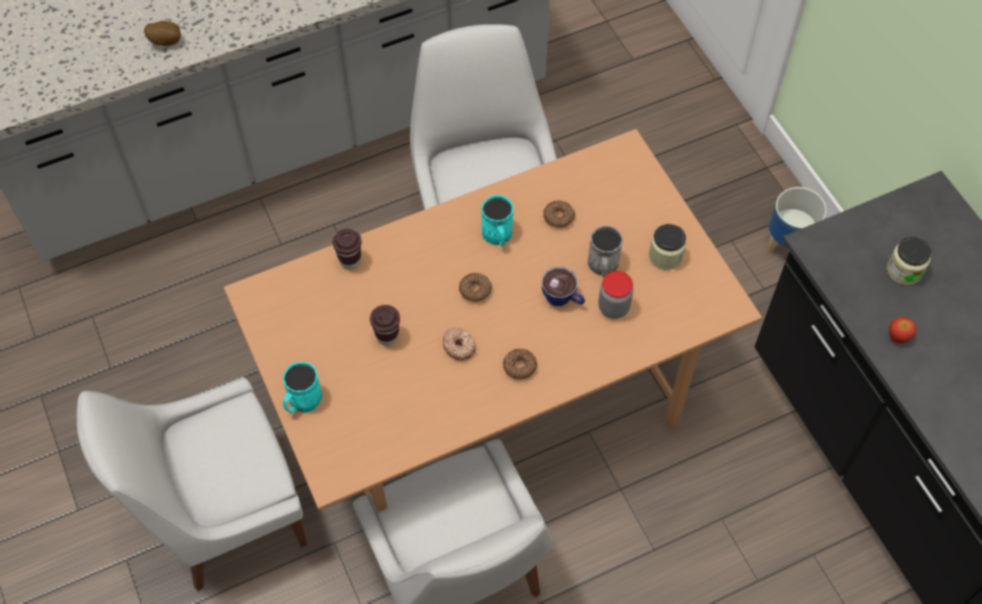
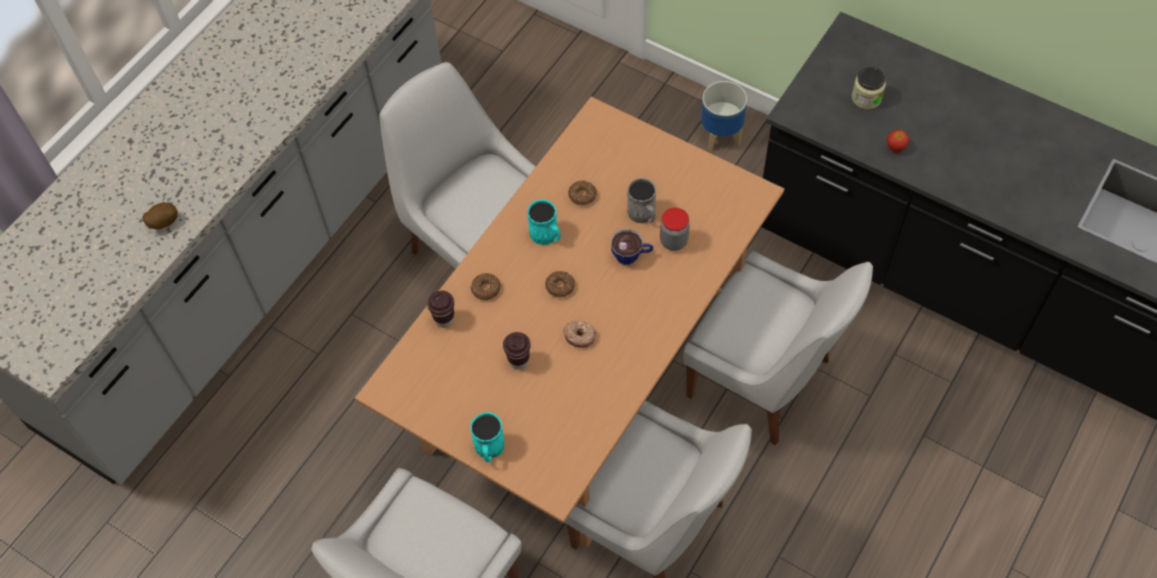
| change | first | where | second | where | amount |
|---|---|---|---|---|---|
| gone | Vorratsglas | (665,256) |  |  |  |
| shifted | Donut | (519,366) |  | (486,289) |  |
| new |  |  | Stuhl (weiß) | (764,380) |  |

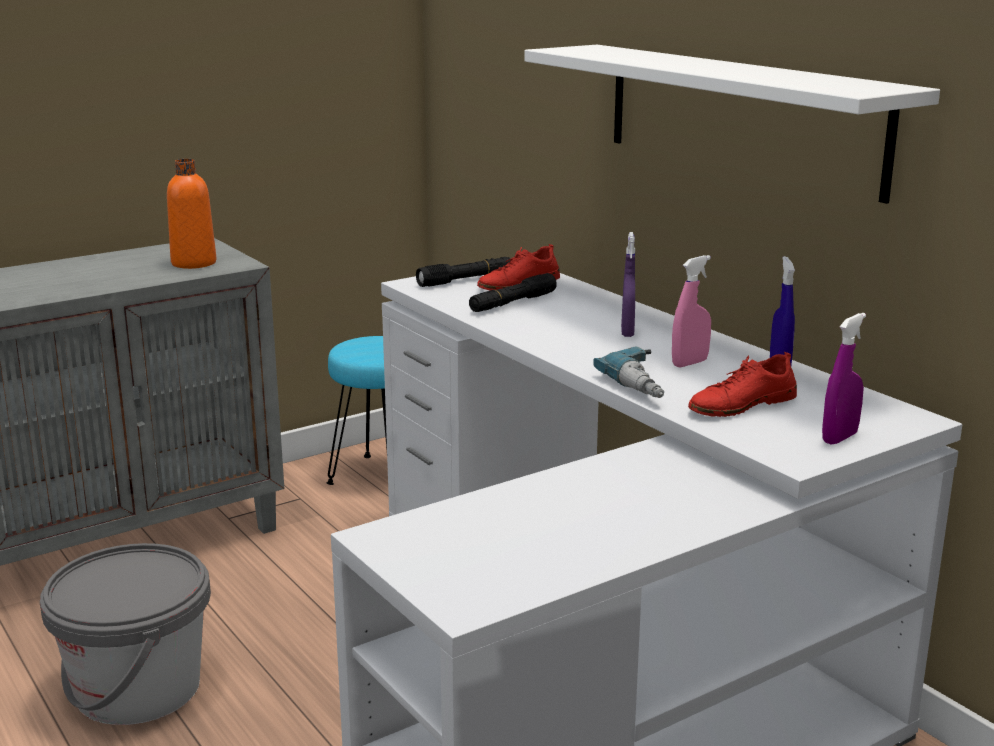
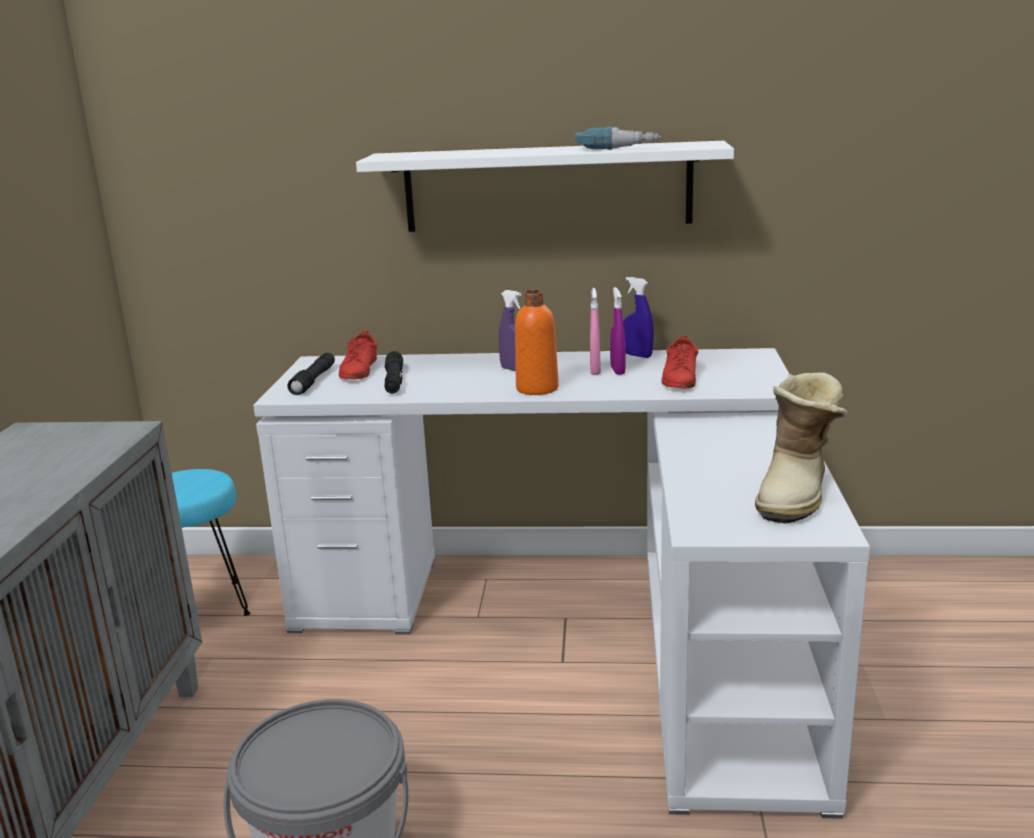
| change | first | where | second | where | amount |
|---|---|---|---|---|---|
| shifted | Flasche (orange) | (194,263) |  | (537,389) |  |
| shifted | Sprühflasche (lila) | (839,438) |  | (617,370) |  |
| shifted | Bohrmaschine | (647,385) |  | (616,148) |  |
| new |  |  | Stiefel | (798,494) |  |

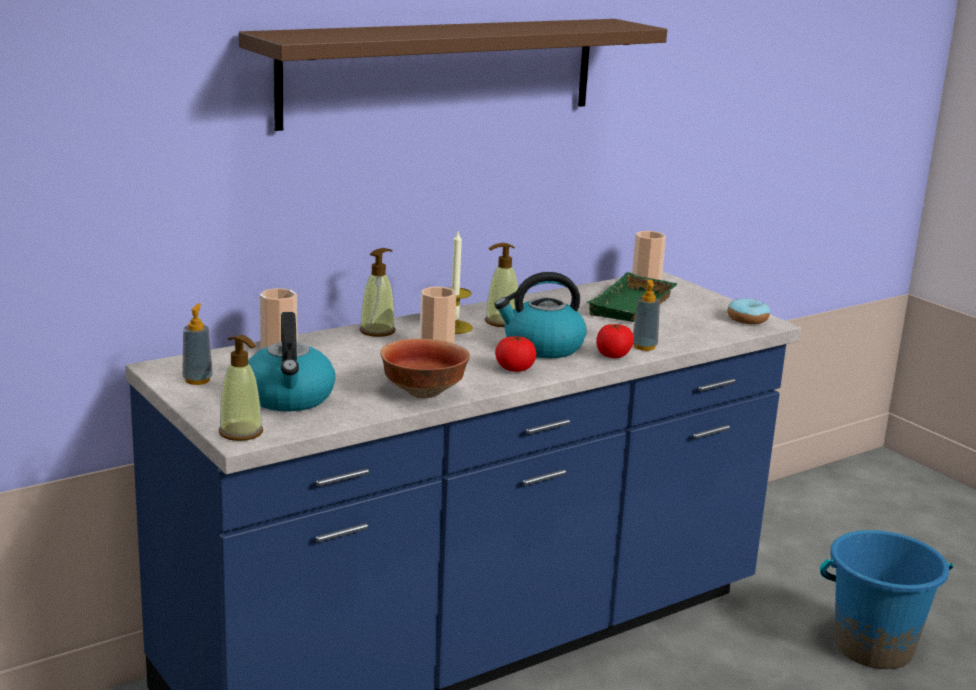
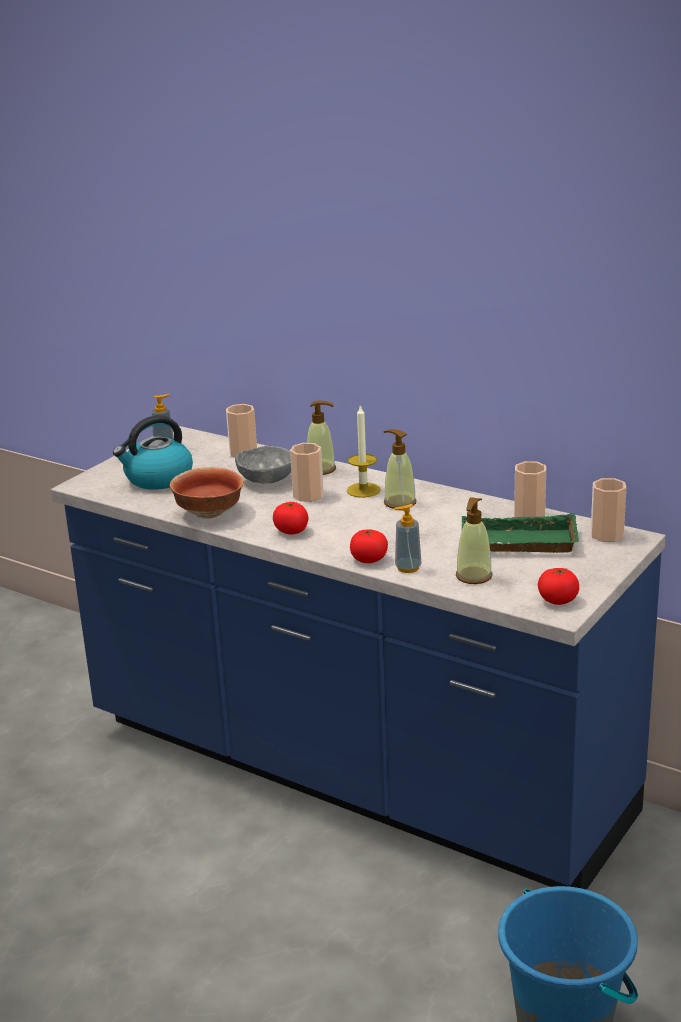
| change | first | where | second | where | amount |
|---|---|---|---|---|---|
| gone | Wandregal (braun) | (442,71) |  |  |  |
| gone | Wasserkessel | (542,347) |  |  |  |
| swapped | Donut | (747,319) | Tomate | (557,600) |  |
| shifted | Seifenspender | (241,433) |  | (473,576) |  |
| new |  |  | Schüssel (grau) | (266,480) |  |
| new |  |  | Tasse | (529,516) |  |

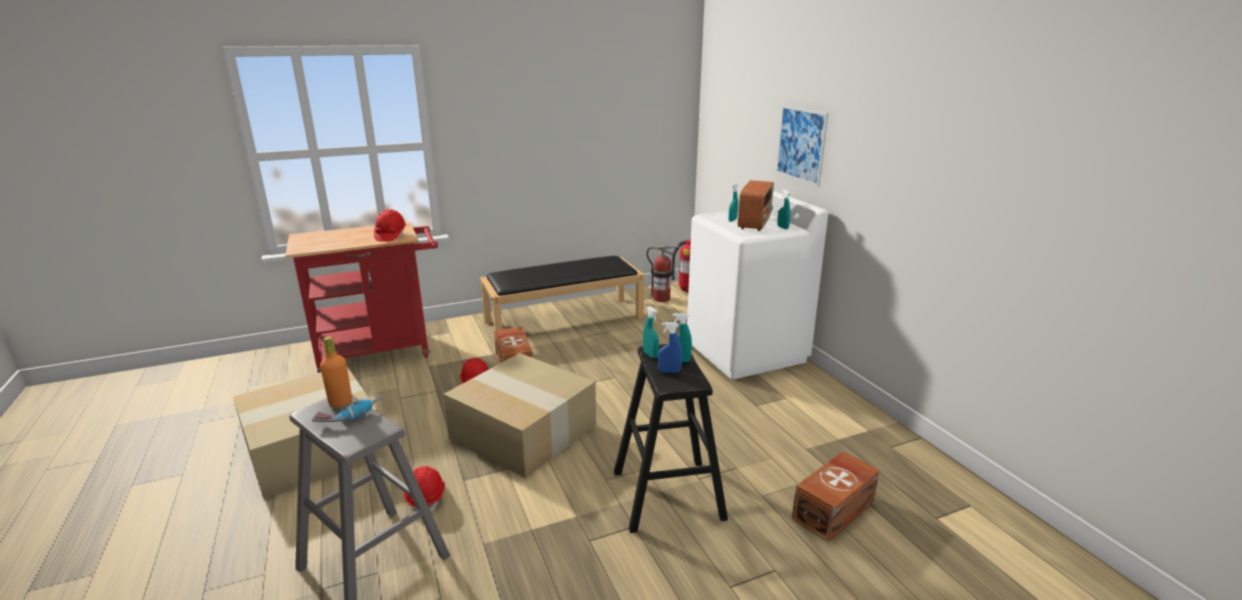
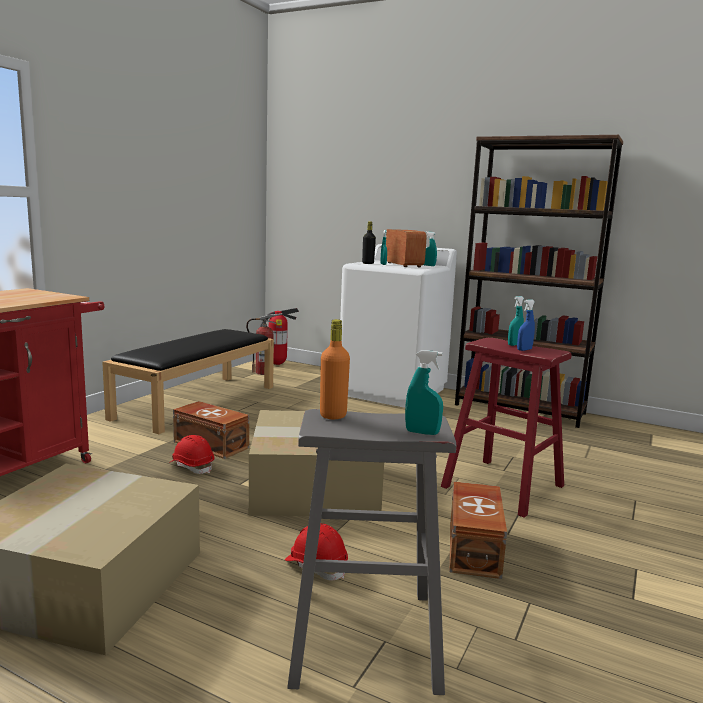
| change | first | where | second | where | amount |
|---|---|---|---|---|---|
| gone | Bild | (801,144) |  |  |  |
| gone | Schutzhelm (rot) | (390,236) |  |  |  |
| shifted | Sprühflasche (türkis) | (650,355) |  | (422,432) |  |
| repainted | Hocker (schwarz) | (668,494) | Hocker (rot) | (503,486) |  |
| gone | Bohrmaschine | (350,416) |  |  |  |
| shifted | Aufbewahrungsbox (braun) | (835,510) |  | (475,547) |  |
| new |  |  | Bücherregal (braun) | (520,409) |  |
| new |  |  | Flasche (schwarz) | (368,263) |  |

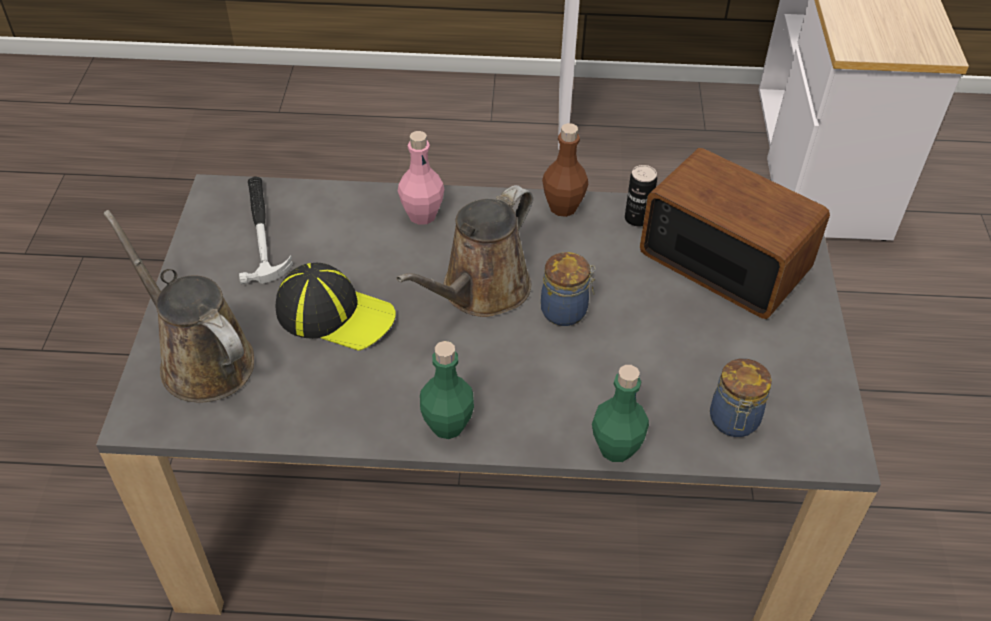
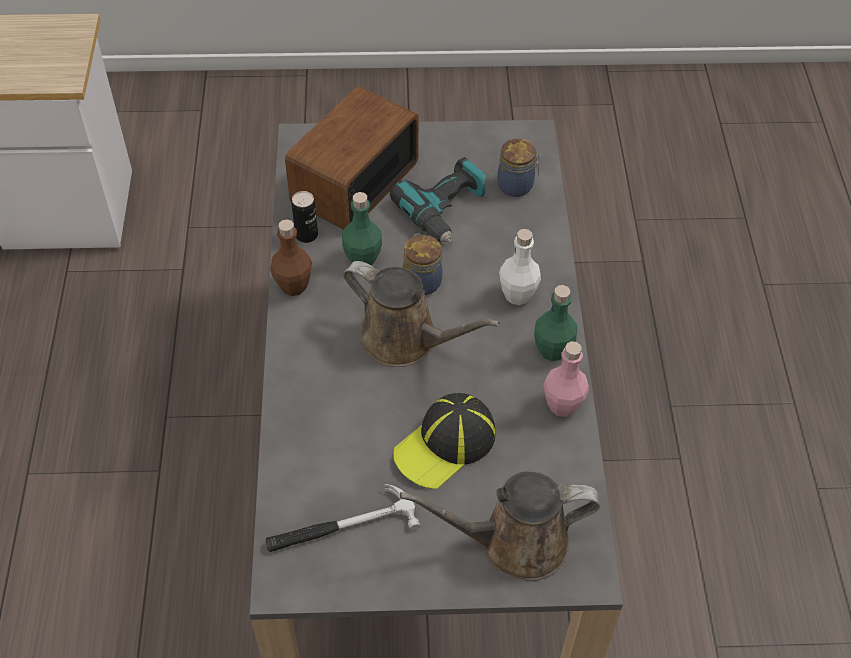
| change | first | where | second | where | amount |
|---|---|---|---|---|---|
| shifted | Flasche (rosa) | (422,215) |  | (562,405) |  |
| rotated | Gießkanne (braun) | (201,359) |  | (514,542) | 45 degrees clockwise |
| rotated | Kappe | (335,314) |  | (445,444) | 150 degrees counterclockwise |
| shifted | Flasche (grün) | (616,448) |  | (362,259) |  |
| new |  |  | Bohrmaschine | (446,210) |  |
| new |  |  | Flasche (weiß) | (517,295) |  |

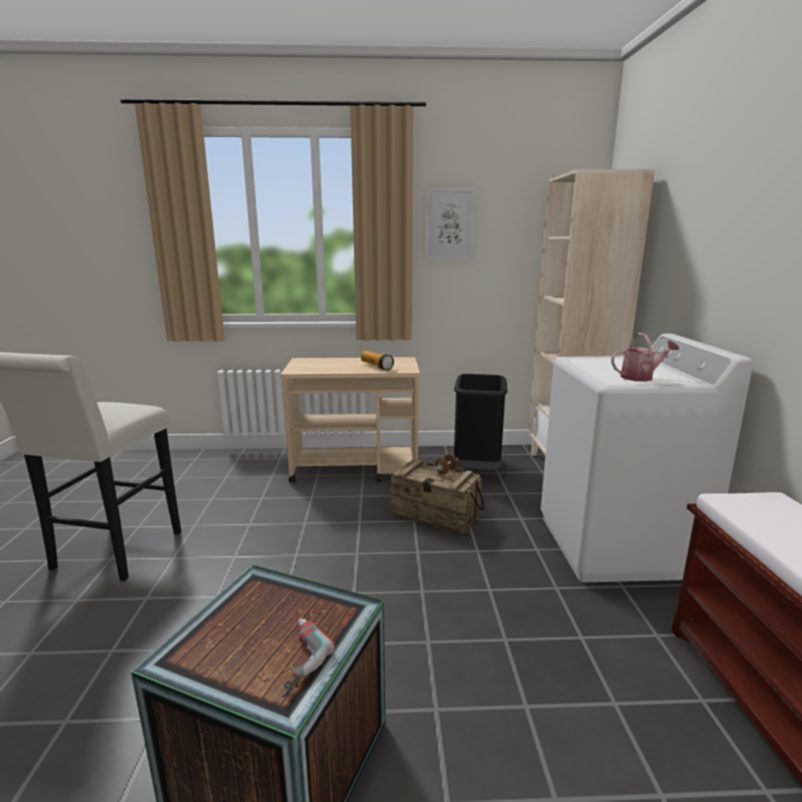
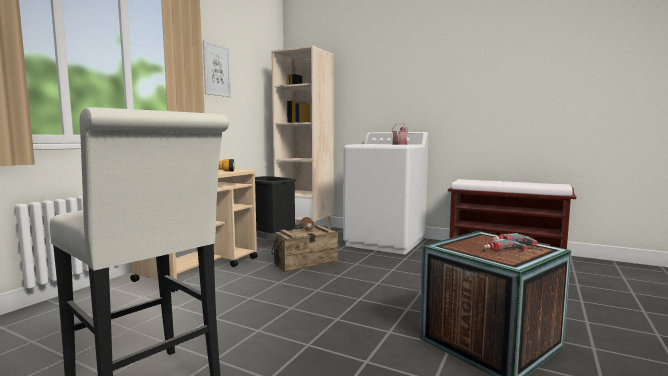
| change | first | where | second | where | amount |
|---|---|---|---|---|---|
| new |  |  | Bohrmaschine | (511,252) |  |

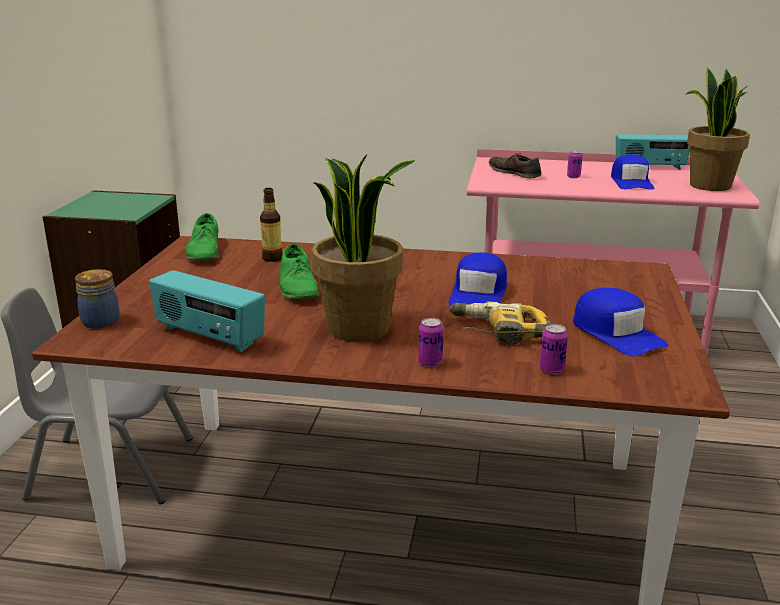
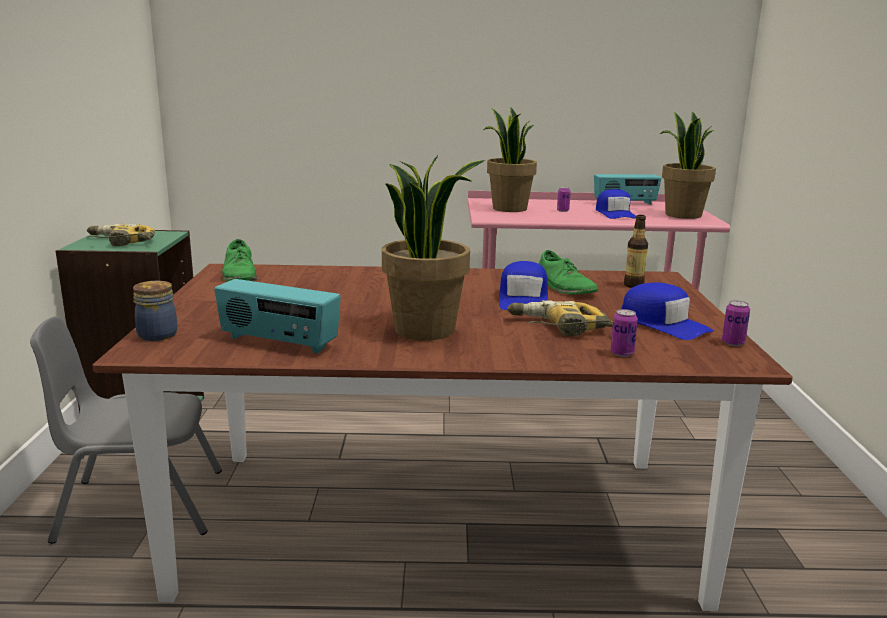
| change | first | where | second | where | amount |
|---|---|---|---|---|---|
| swapped | Schuh (braun) | (514,173) | Topfpflanze | (508,209) |  |
| shifted | Flasche | (272,258) |  | (633,285) |  |
| shifted | Schuh (grün) | (298,287) |  | (564,287) |  |
| shifted | Dose | (430,363) |  | (733,343) |  |
| new |  |  | Bohrmaschine | (119,242) |  |

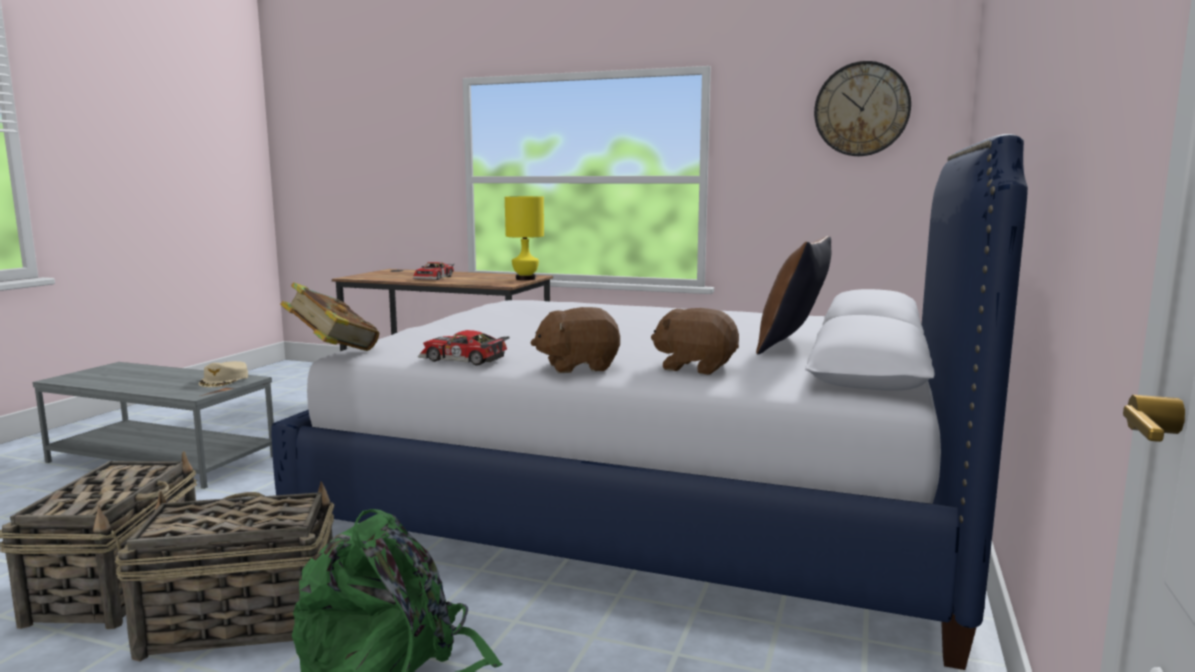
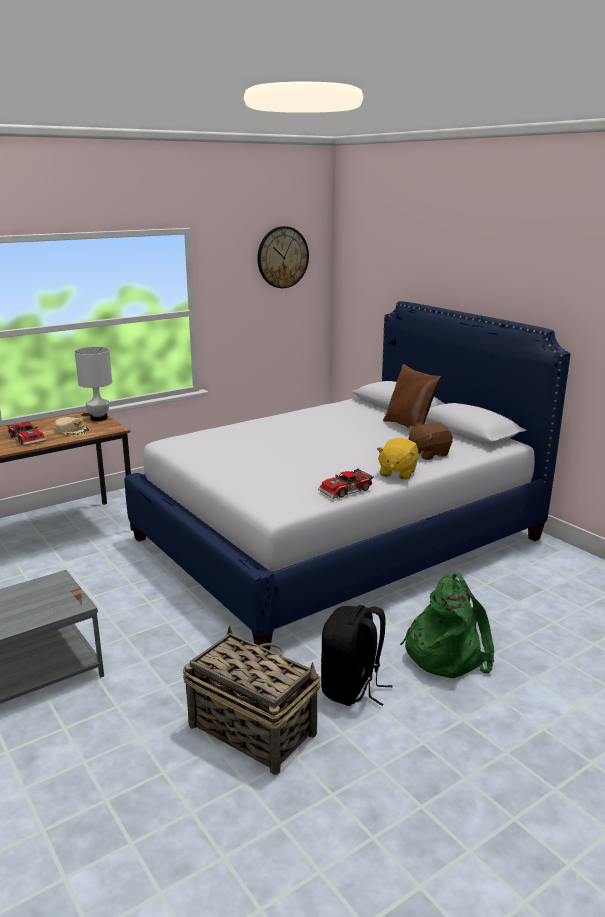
| change | first | where | second | where | amount |
|---|---|---|---|---|---|
| repainted | Tischlampe (gelb) | (525,279) | Tischlampe (weiß) | (98,418) |  |
| gone | Buch | (332,351) |  |  |  |
| repainted | Plüschtier (braun) | (578,367) | Plüschtier (gelb) | (397,472) |  |
| shifted | Kappe (beige) | (224,380) |  | (72,430) |  |
| swapped | Korb | (239,623) | Rucksack (schwarz) | (352,688) |  |

